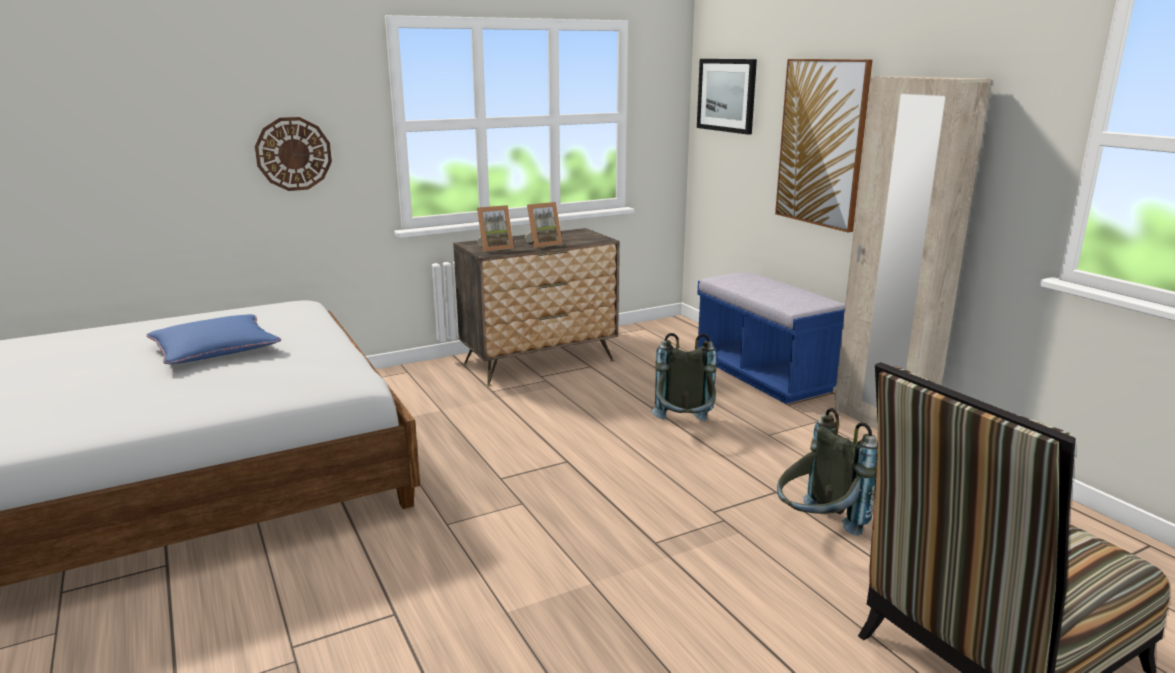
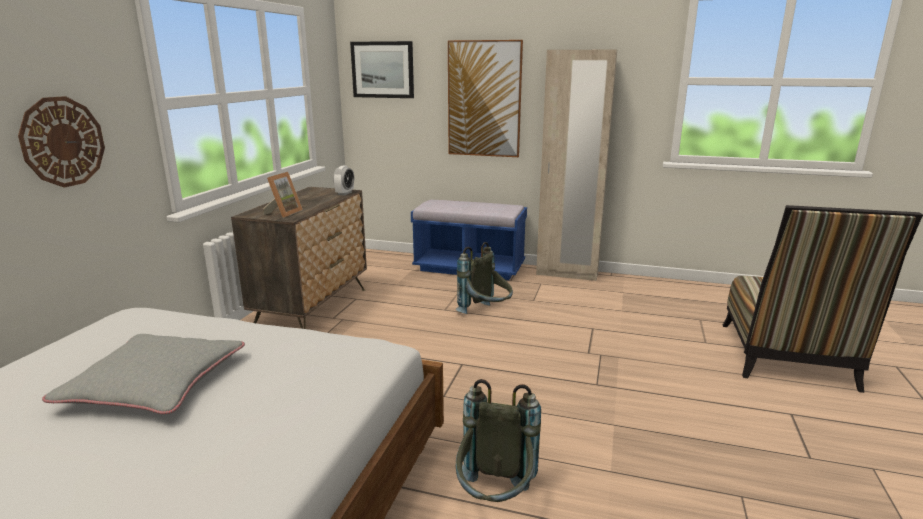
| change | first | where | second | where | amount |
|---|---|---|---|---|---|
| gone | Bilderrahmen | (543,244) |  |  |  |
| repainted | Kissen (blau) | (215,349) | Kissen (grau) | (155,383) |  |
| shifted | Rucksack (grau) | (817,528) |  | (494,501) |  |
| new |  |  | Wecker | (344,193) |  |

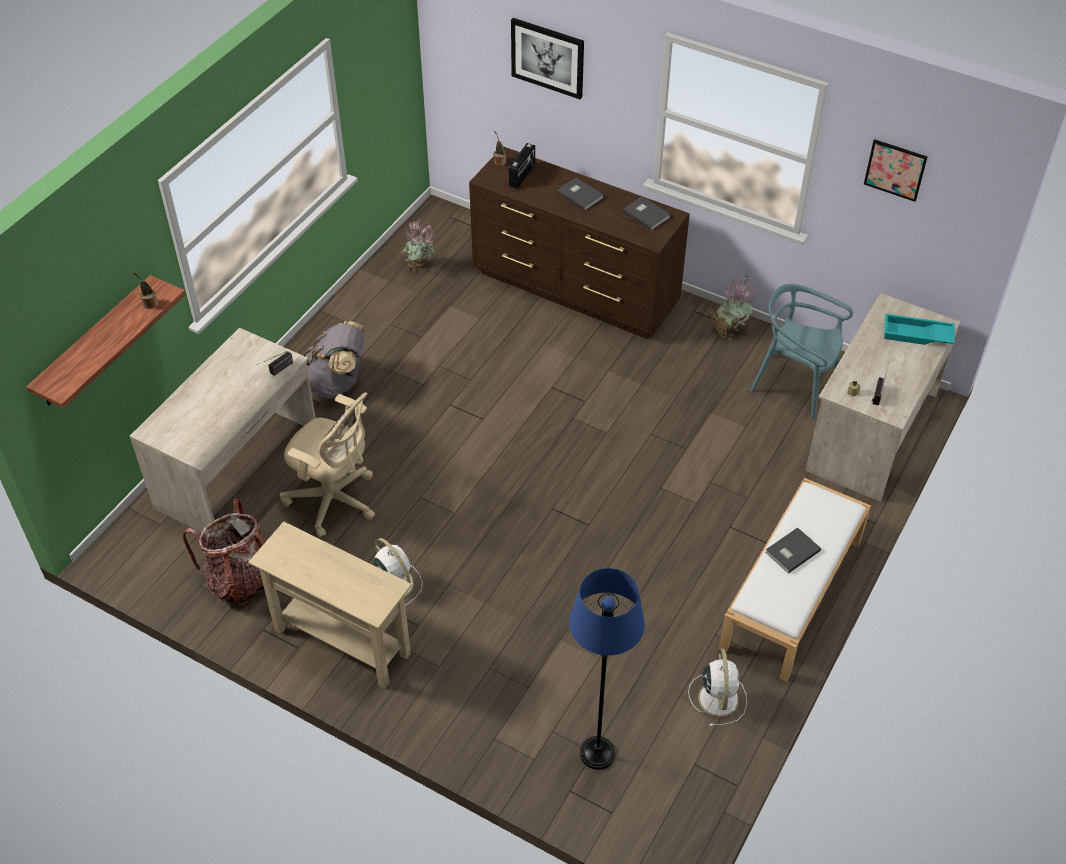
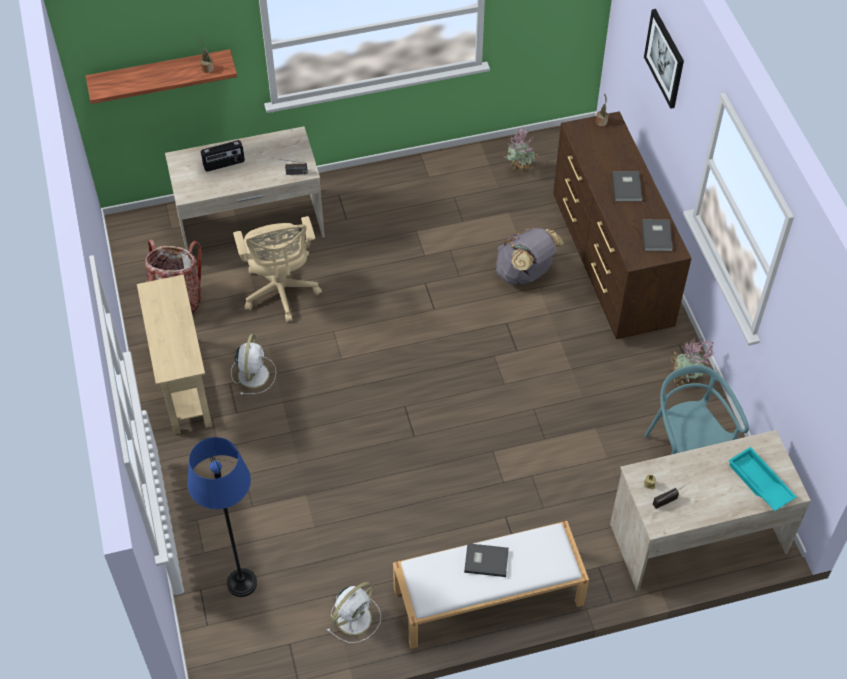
| change | first | where | second | where | amount |
|---|---|---|---|---|---|
| gone | Bild | (895,170) |  |  |  |
| shifted | Radio | (522,176) |  | (224,164) |  |
| shifted | Rucksack (grau) | (338,383) |  | (525,273) |  |

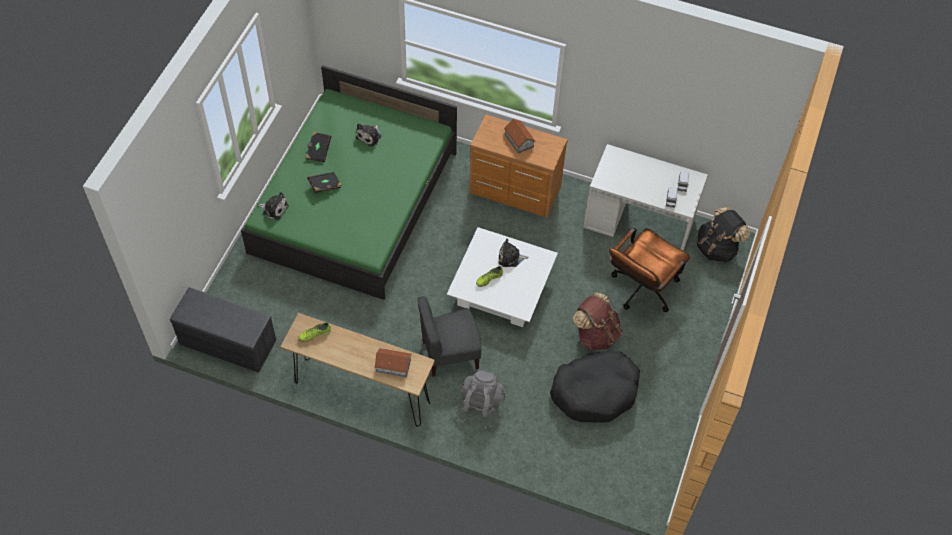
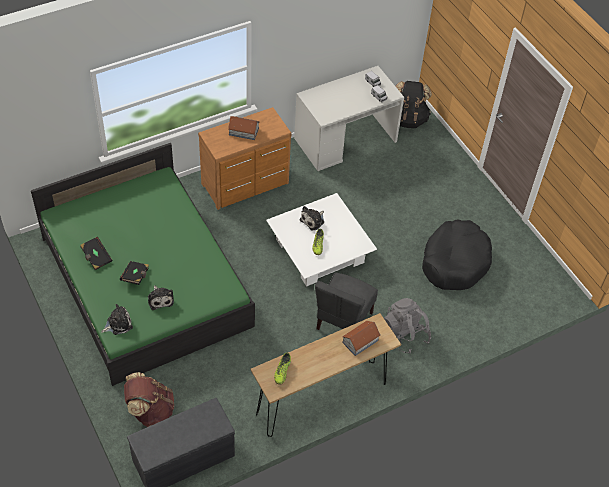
| change | first | where | second | where | amount |
|---|---|---|---|---|---|
| shifted | Plüschtier | (370,136) |  | (160,299) |  |
| gone | Bürostuhl (braun) | (640,291) |  |  |  |
| shifted | Rucksack (braun) | (596,334) |  | (150,411) |  |

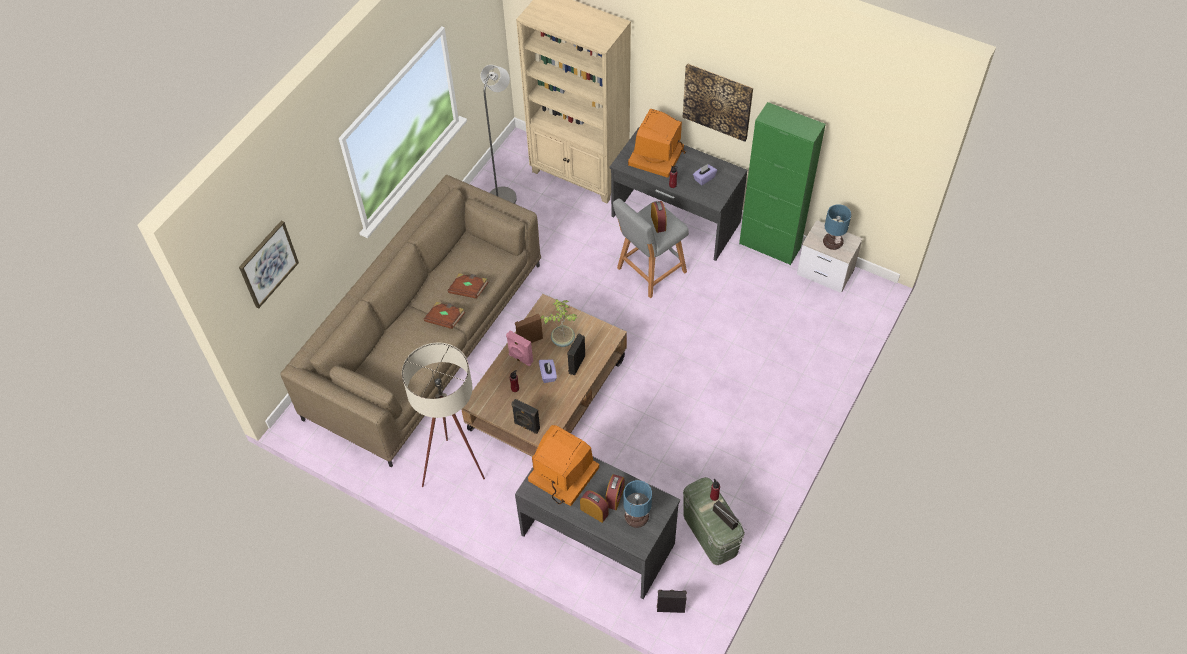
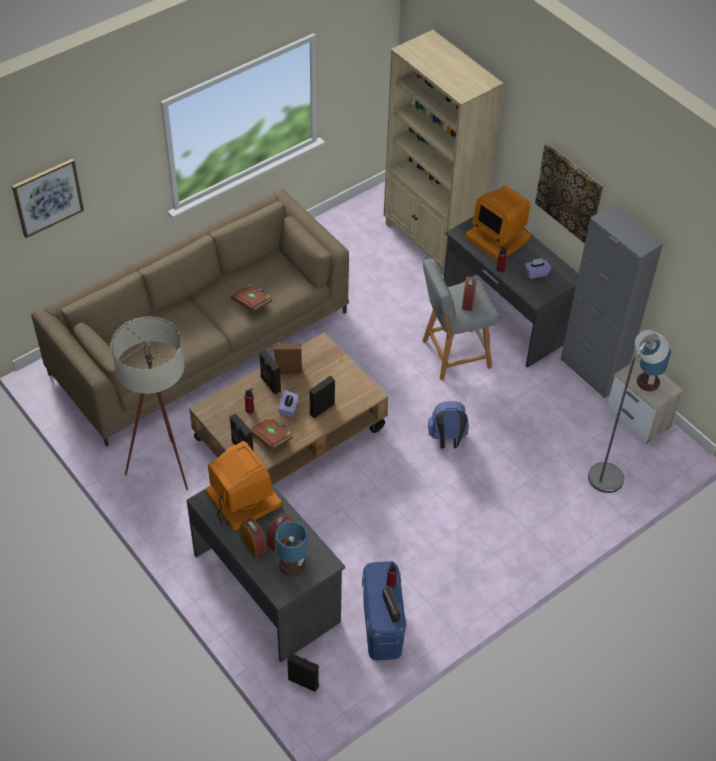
| change | first | where | second | where | amount |
|---|---|---|---|---|---|
| shifted | Stehlampe (grau) | (504,194) |  | (610,473) |  |
| repainted | Schrank (grün) | (769,245) | Schrank (grau) | (592,372) |  |
| rotated | Monitor | (657,156) |  | (499,237) | 90 degrees counterclockwise |
| gone | Topfpflanze | (562,340) |  |  |  |
| shifted | Buch (braun) | (445,319) |  | (271,438) |  |
| repainted | Lautsprecher (rosa) | (520,359) | Lautsprecher (schwarz) | (270,384) |  |
| repainted | Aufbewahrungsbox (grün) | (710,533) | Aufbewahrungsbox (blau) | (382,626) |  |
| new |  |  | Rucksack (blau) | (447,440) |  |

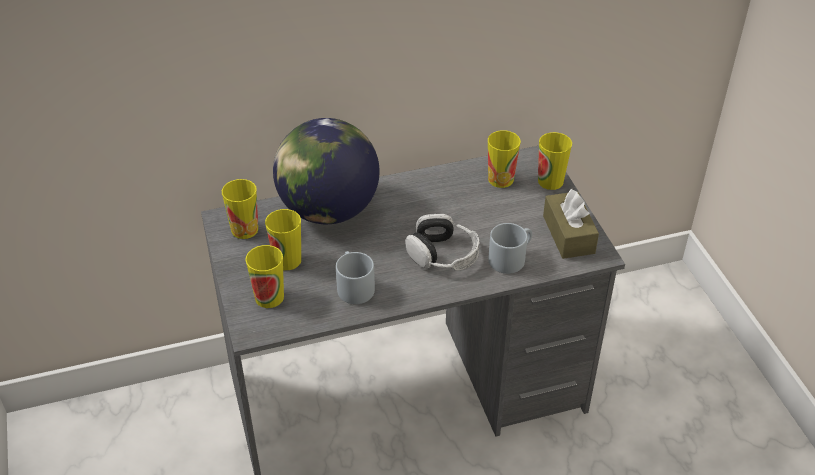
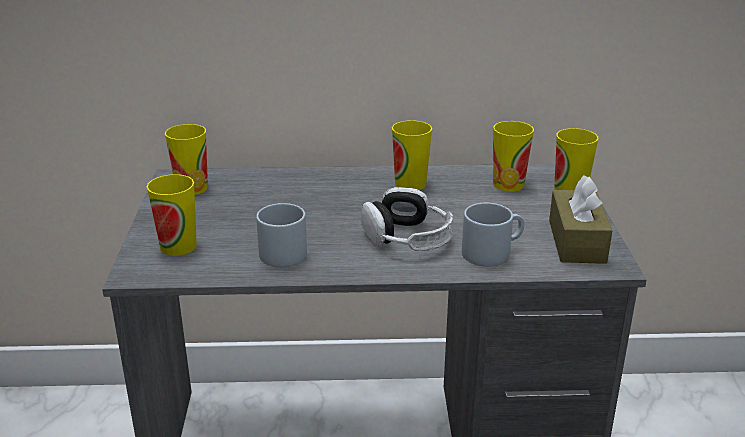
| change | first | where | second | where | amount |
|---|---|---|---|---|---|
| gone | Globus | (328,210) |  |  |  |
| shifted | Tasse | (287,260) |  | (410,184) |  |

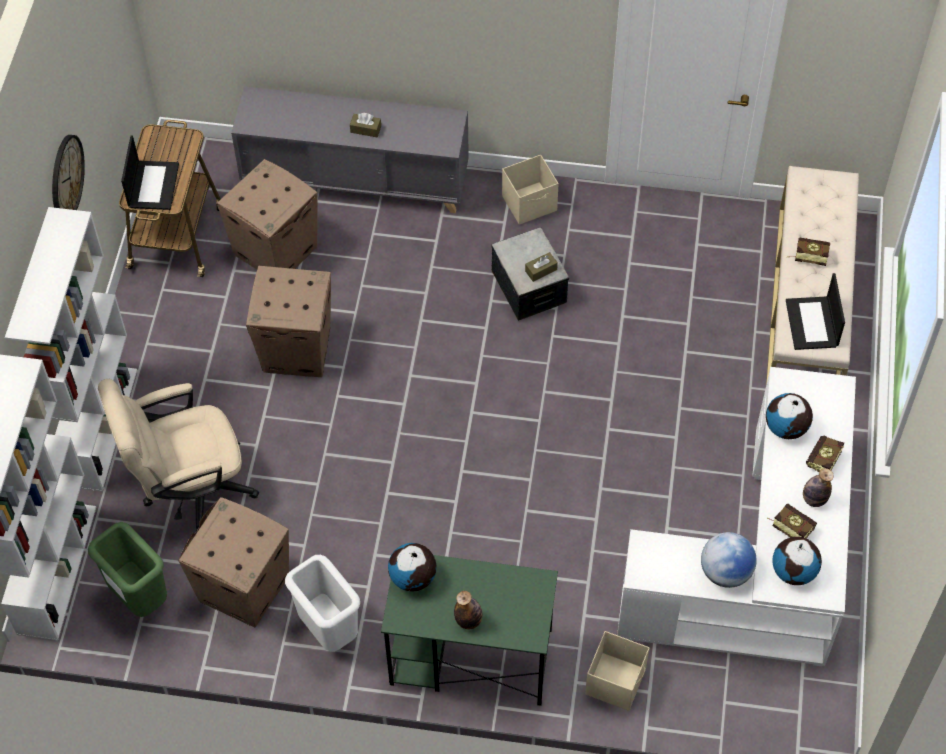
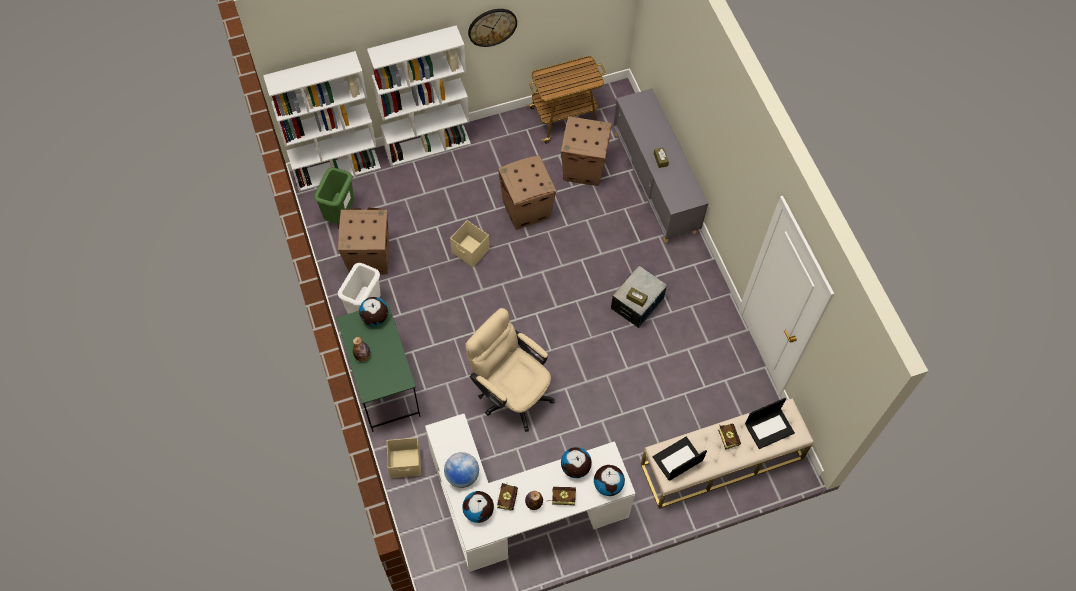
| change | first | where | second | where | amount |
|---|---|---|---|---|---|
| shifted | Laptop | (153,185) |  | (769,428) |  |
| shifted | Aufbewahrungsbox (beige) | (530,203) |  | (470,251) |  |
| shifted | Bürostuhl (beige) | (189,489) |  | (511,392) |  |
| new |  |  | Globus | (608,484) |  |

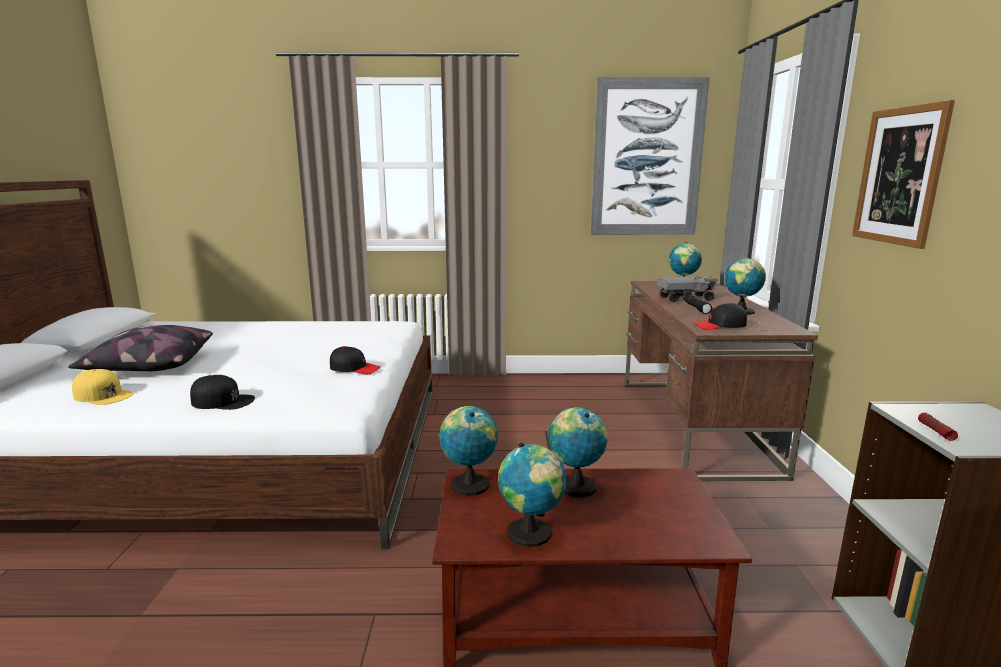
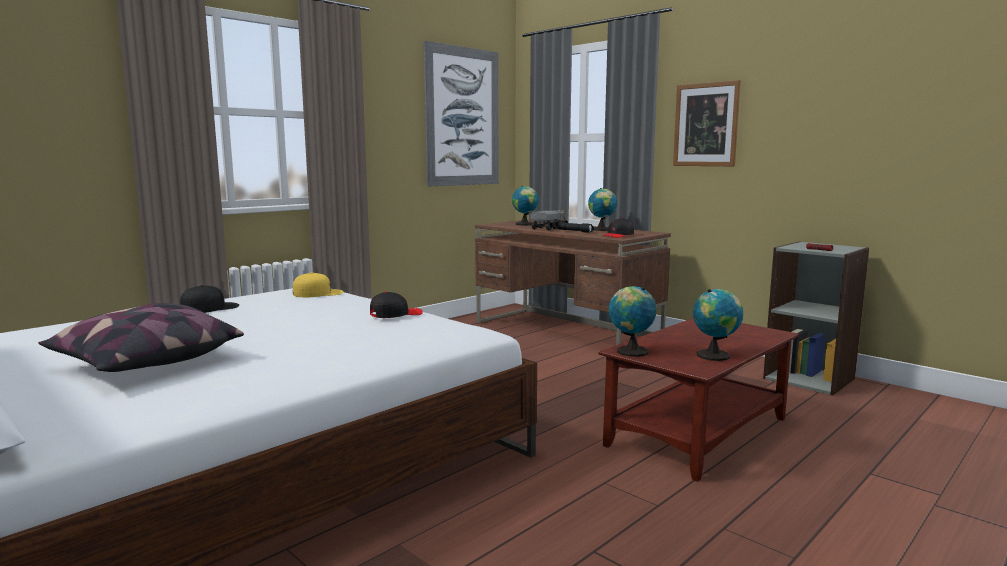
| change | first | where | second | where | amount |
|---|---|---|---|---|---|
| shifted | Kappe (gelb) | (103,395) |  | (318,293) |  |
| shifted | Kappe (schwarz) | (223,401) |  | (210,308) |  |
| gone | Globus | (574,485) |  |  |  |

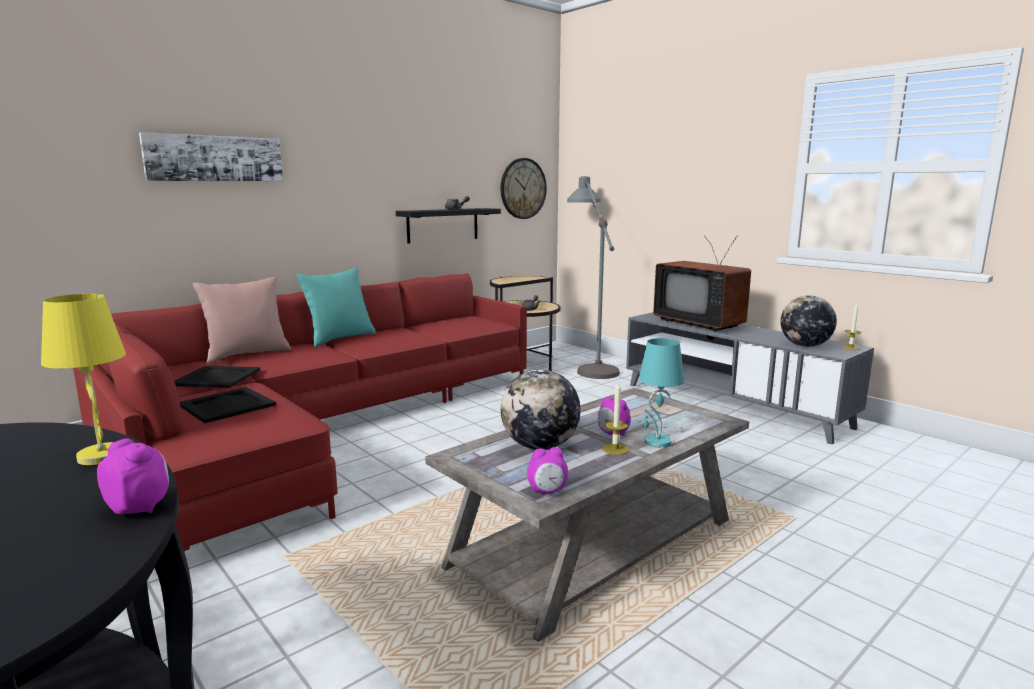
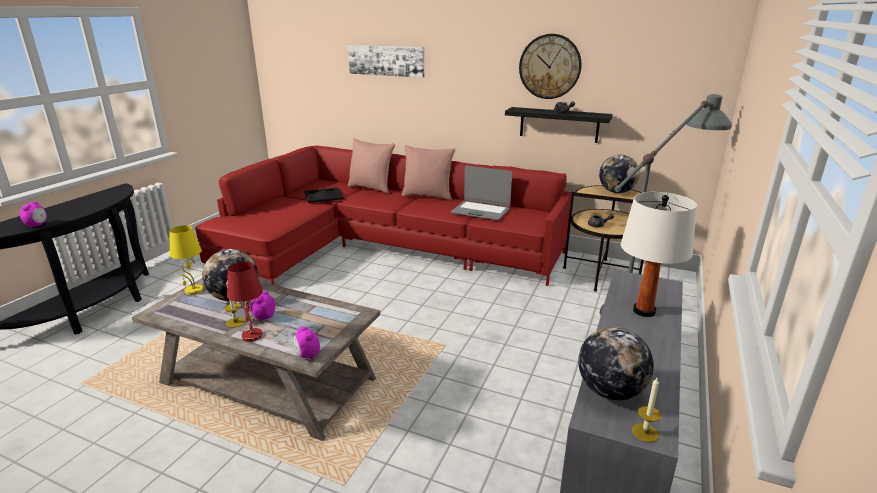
| change | first | where | second | where | amount |
|---|---|---|---|---|---|
| shifted | Wanduhr | (523,188) |  | (550,66) |  |
| swapped | Fernseher | (701,323) | Tischlampe (weiß) | (644,311) |  |
| repainted | Kissen (türkis) | (340,339) | Kissen (rosa) | (428,196) |  |
| shifted | Tischlampe (gelb) | (103,456) |  | (194,291) |  |
| repainted | Tischlampe (türkis) | (657,442) | Tischlampe (rot) | (251,335) |  |
| gone | Tablett (schwarz) | (226,405) |  |  |  |
| shifted | Wecker | (547,492) |  | (307,355) |  |
| new |  |  | Globus | (616,192) |  |
| new |  |  | Laptop | (480,211) |  |

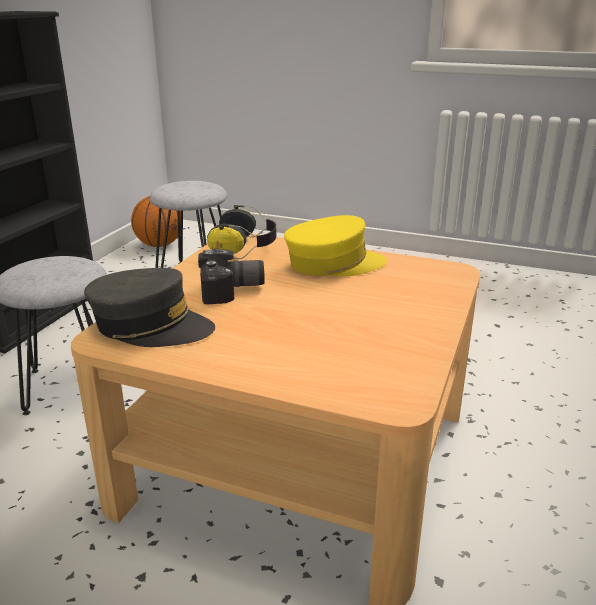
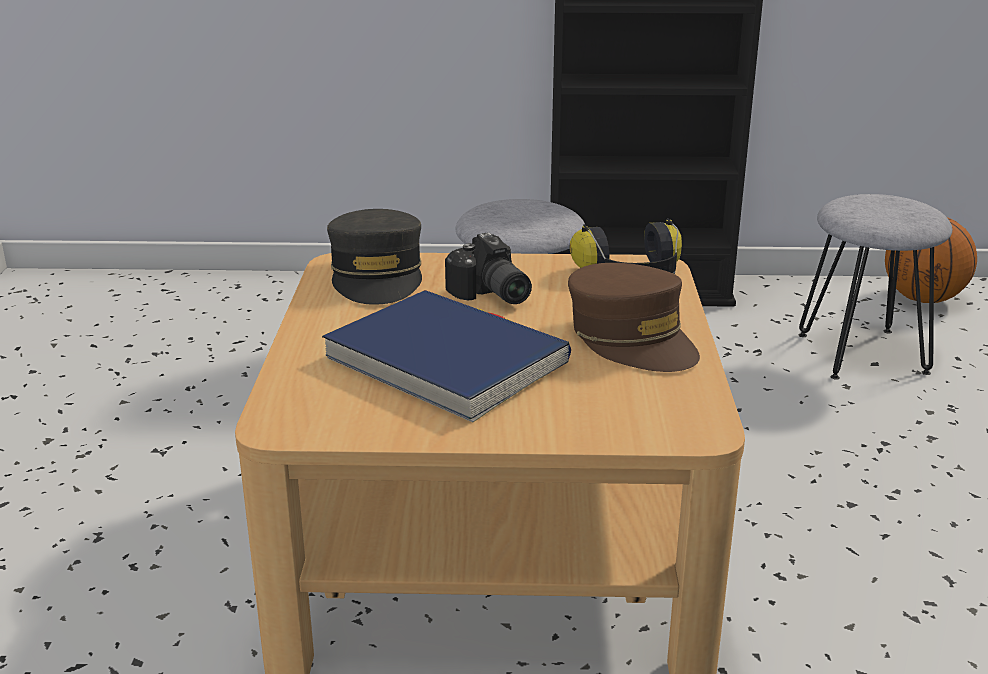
| change | first | where | second | where | amount |
|---|---|---|---|---|---|
| repainted | Kappe (gelb) | (334,264) | Kappe (braun) | (632,338) |  |
| new |  |  | Buch (blau) | (447,362) |  |

